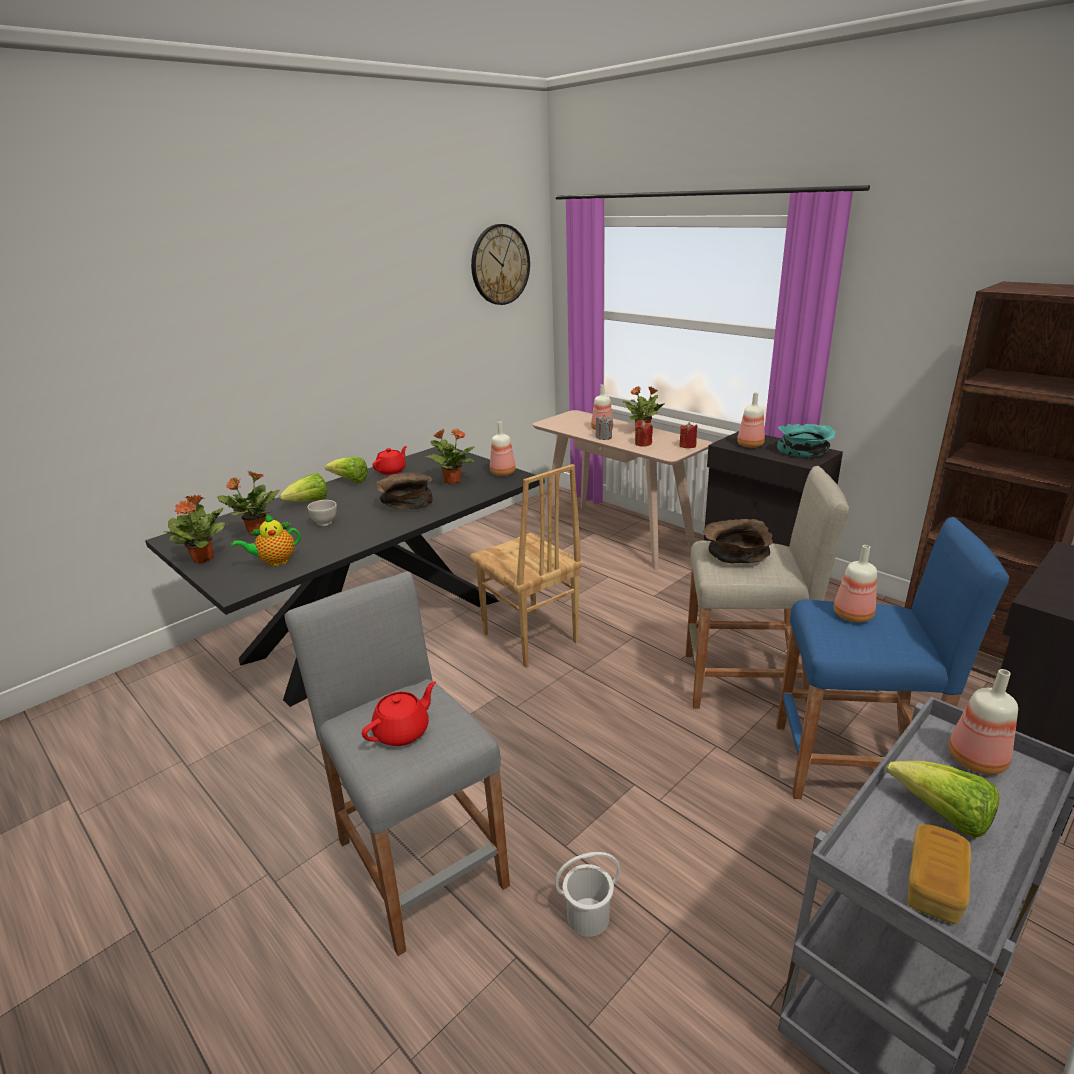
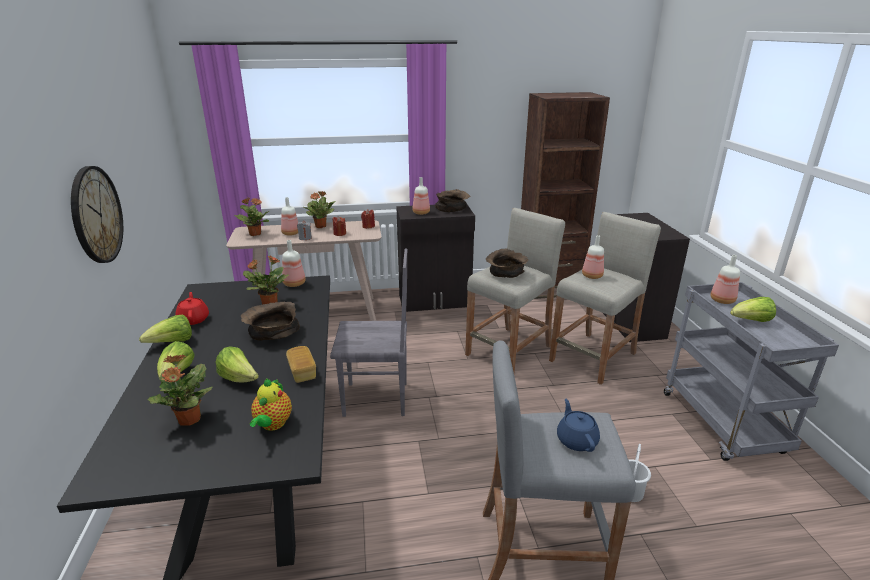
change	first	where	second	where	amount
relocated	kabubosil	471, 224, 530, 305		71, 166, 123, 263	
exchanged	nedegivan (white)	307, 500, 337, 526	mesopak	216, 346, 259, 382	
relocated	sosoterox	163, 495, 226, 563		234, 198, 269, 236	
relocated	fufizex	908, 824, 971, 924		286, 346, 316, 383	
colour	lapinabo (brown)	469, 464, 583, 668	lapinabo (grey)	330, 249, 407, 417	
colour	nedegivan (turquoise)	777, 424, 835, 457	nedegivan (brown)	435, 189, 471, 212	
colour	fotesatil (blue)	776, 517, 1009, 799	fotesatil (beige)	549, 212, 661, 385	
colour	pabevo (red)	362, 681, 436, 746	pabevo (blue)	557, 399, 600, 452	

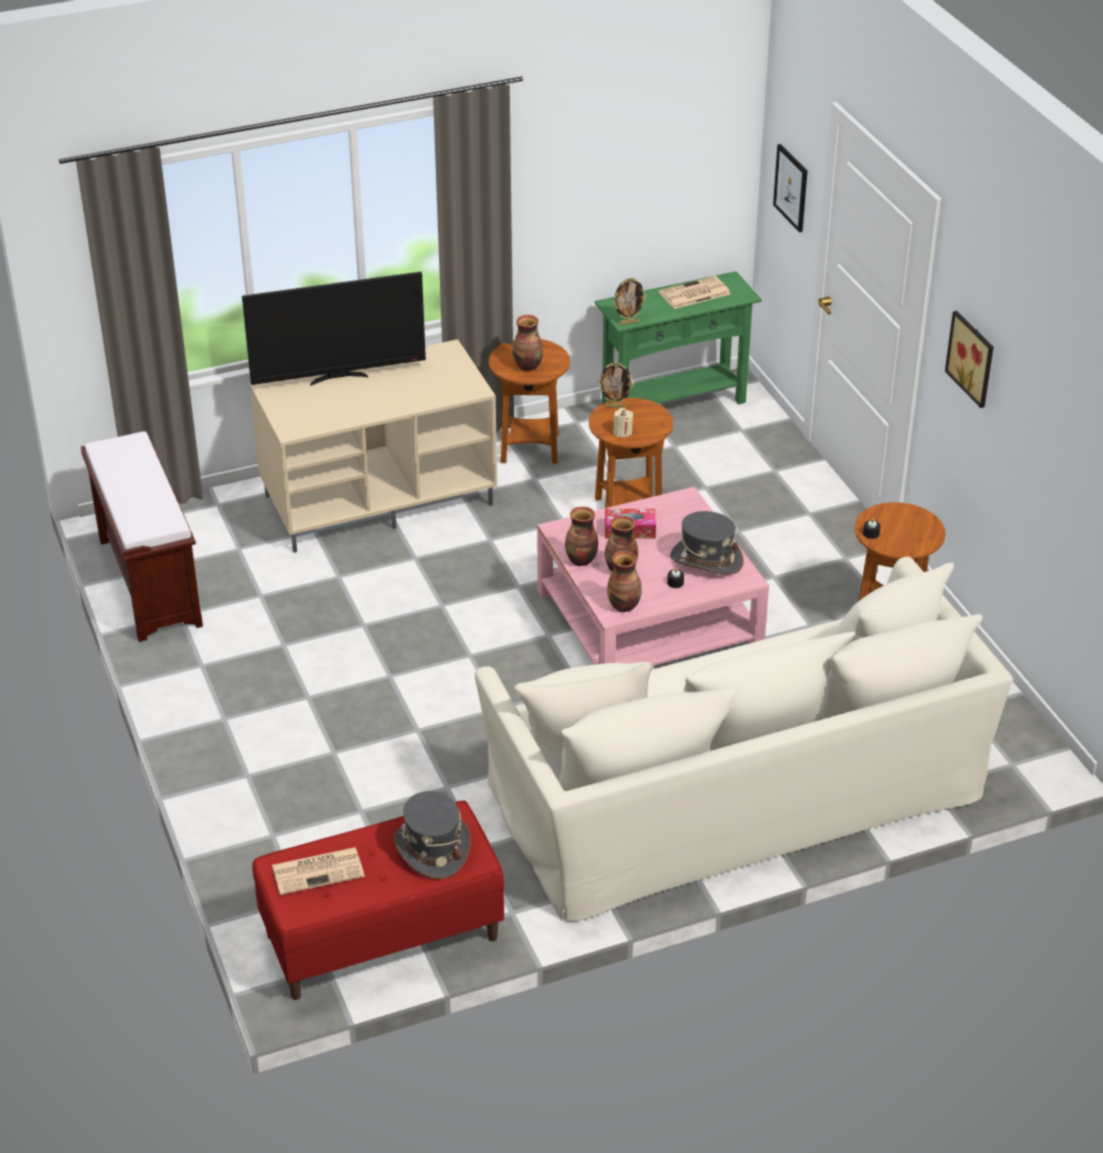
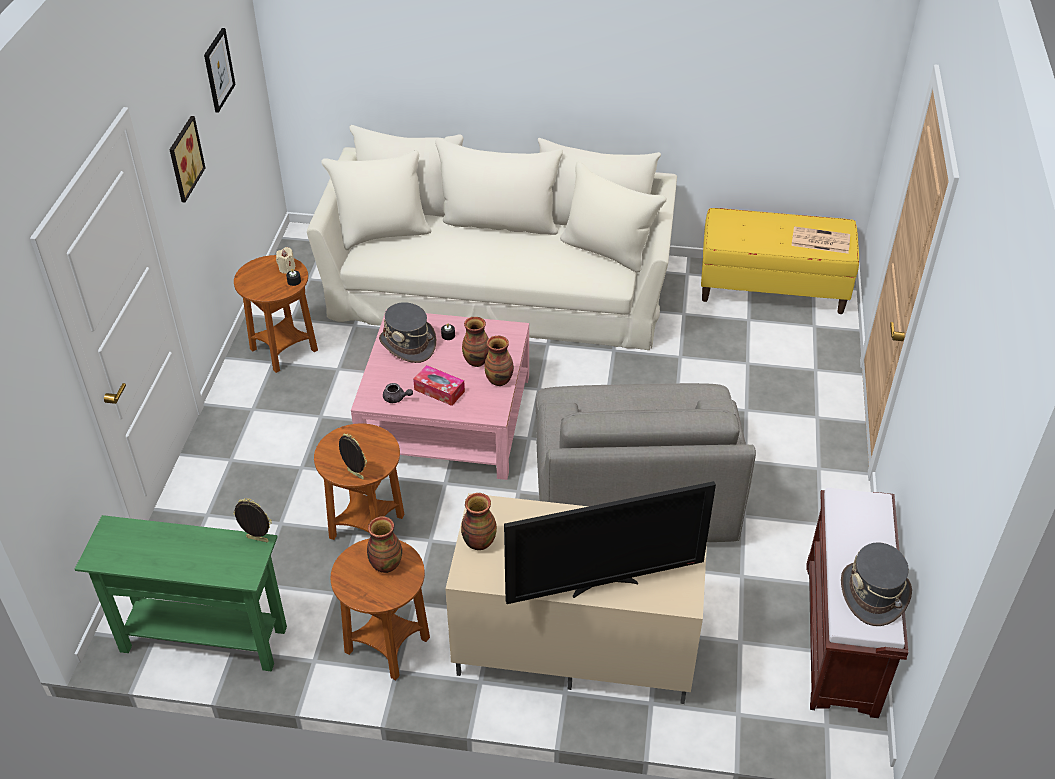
change	first	where	second	where	amount
relocated	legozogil	773, 144, 807, 233		204, 28, 236, 113	
relocated	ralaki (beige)	613, 408, 633, 438		276, 247, 295, 274	
appeared			pabevo (grey)	383, 383, 413, 403	
relocated	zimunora	607, 551, 642, 612		461, 493, 497, 550	
spun	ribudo	242, 272, 426, 386		504, 481, 716, 604	150 degrees clockwise
appeared			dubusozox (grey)	535, 383, 756, 542	
colour	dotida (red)	252, 801, 504, 1000	dotida (yellow)	701, 208, 859, 314	
relocated	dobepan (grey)	394, 791, 471, 879		841, 542, 912, 626	
missing	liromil	659, 276, 730, 309			

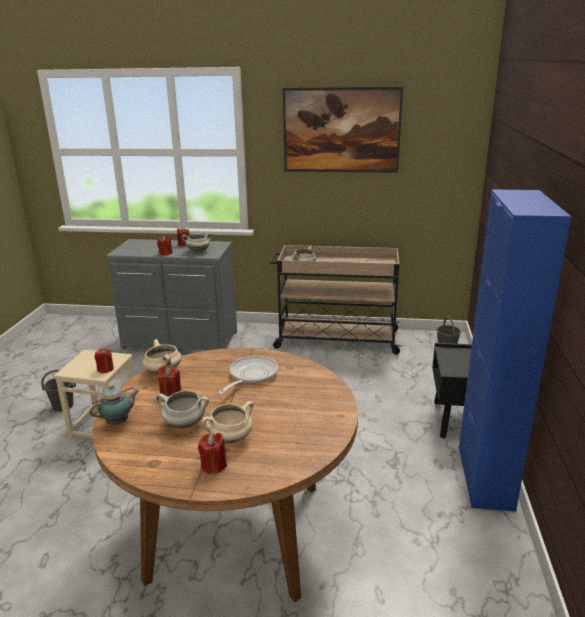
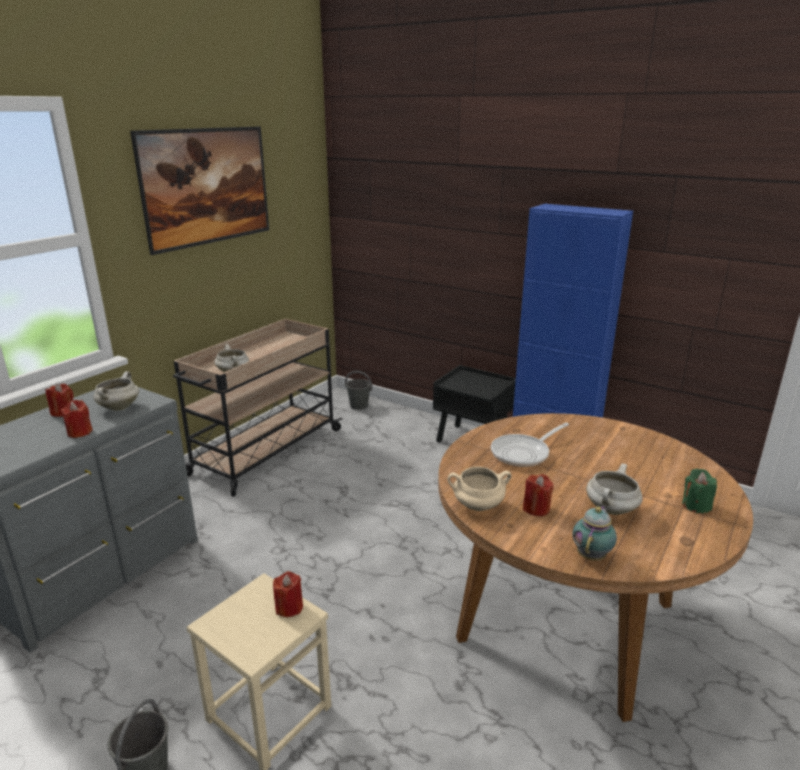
change	first	where	second	where	amount
spun	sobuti	218, 356, 278, 395		491, 423, 569, 467	90 degrees counterclockwise
spun	pabevo	89, 384, 139, 425		572, 506, 617, 561	45 degrees clockwise
colour	ralaki (red)	198, 433, 227, 474	ralaki (green)	682, 469, 717, 513	
missing	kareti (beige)	202, 401, 254, 443			

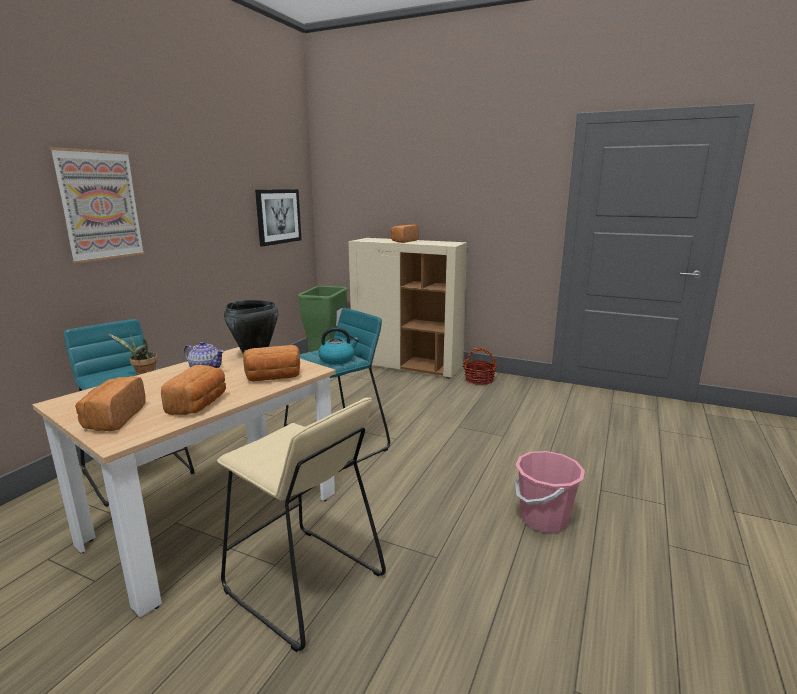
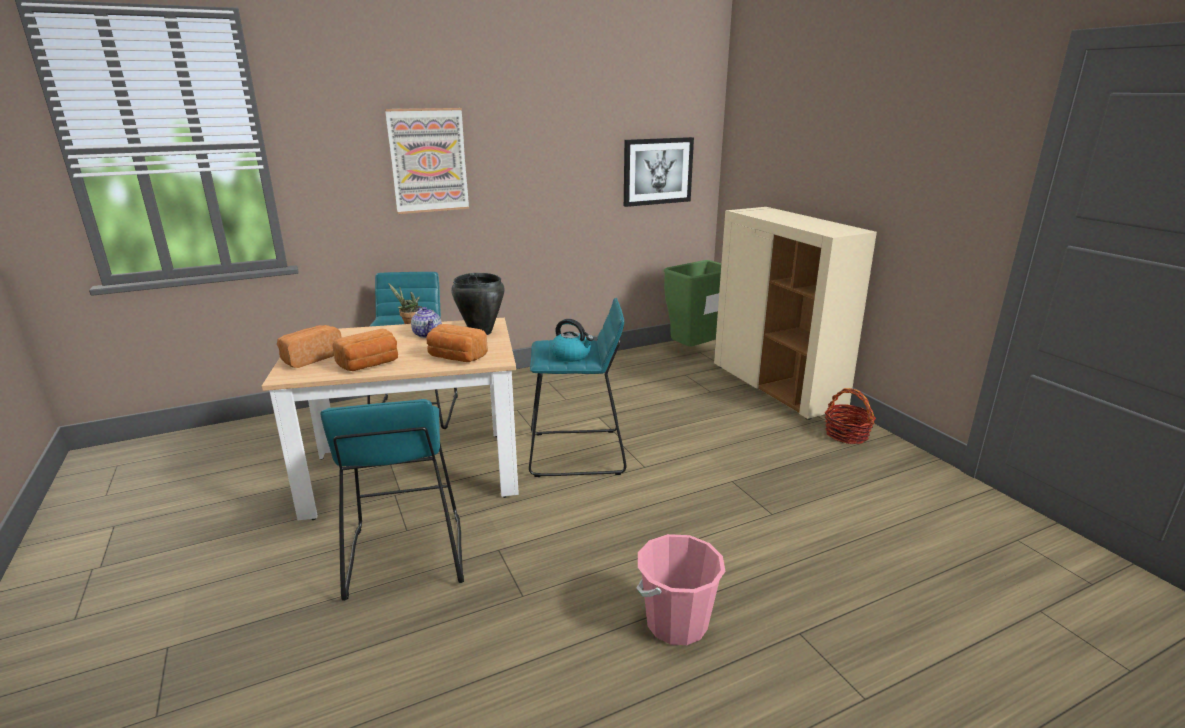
change	first	where	second	where	amount
colour	fotesatil (beige)	217, 398, 386, 652	fotesatil (turquoise)	321, 399, 464, 601	
missing	fufizex	391, 225, 419, 243			

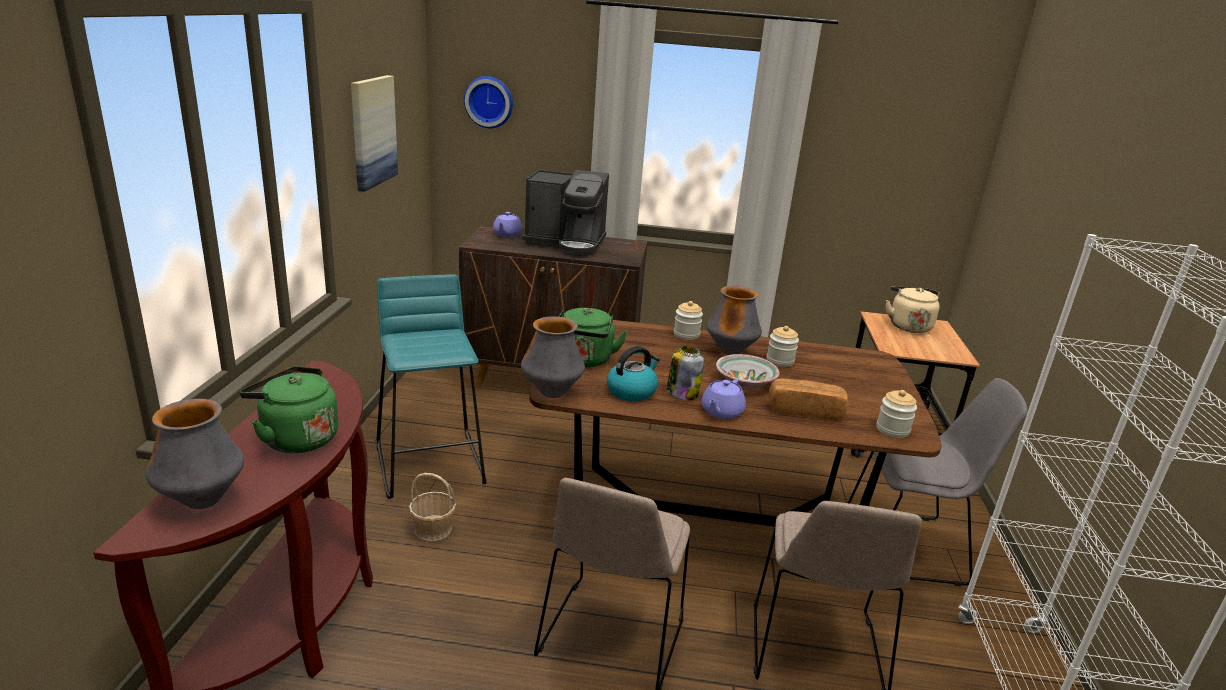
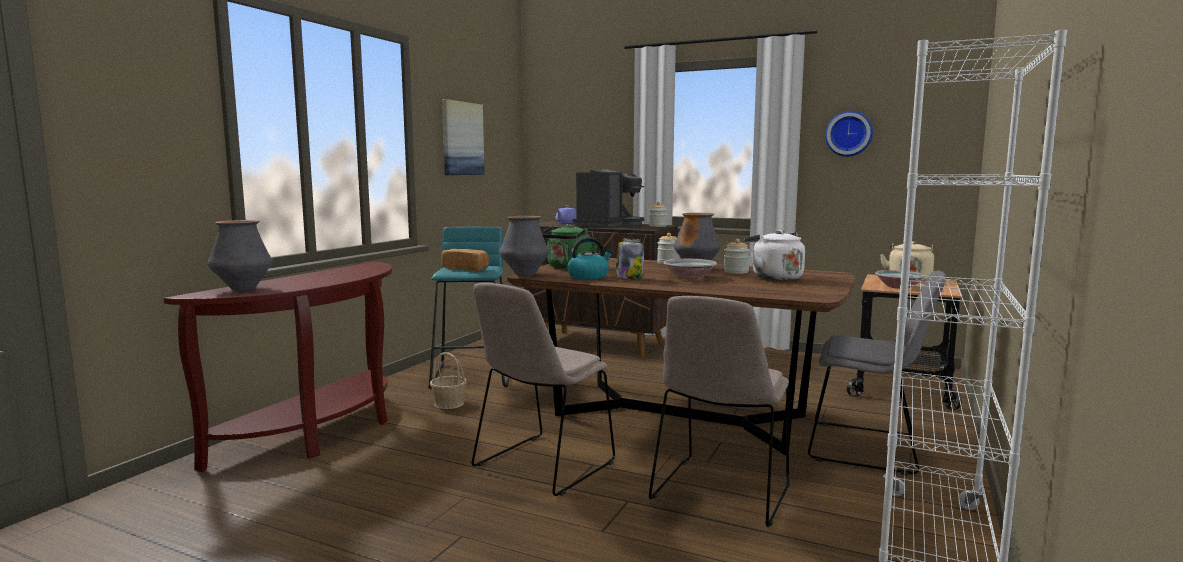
change	first	where	second	where	amount
relocated	fufizex	769, 378, 848, 420		441, 249, 489, 271	
spun	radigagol	522, 170, 609, 256		573, 169, 644, 227	90 degrees counterclockwise
relocated	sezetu	876, 390, 917, 438		649, 202, 667, 227	
appeared			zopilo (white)	745, 230, 805, 281	
relocated	kabubosil	464, 76, 513, 128		825, 111, 873, 157	
appeared			nedegivan	875, 270, 926, 289	
missing	zopilo (green)	240, 366, 339, 453			
missing	pabevo (purple)	701, 380, 746, 419			

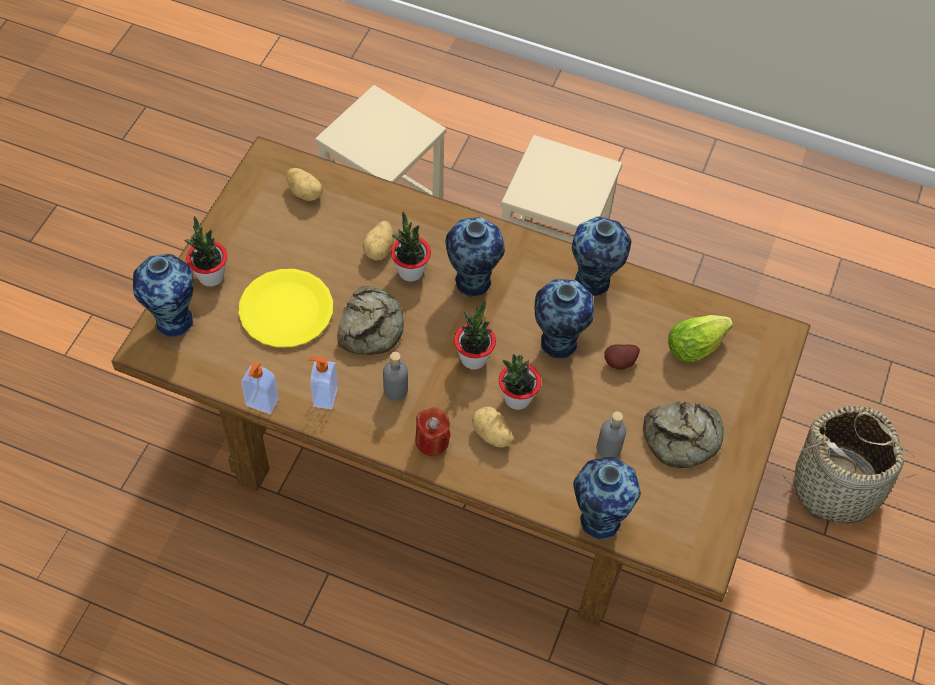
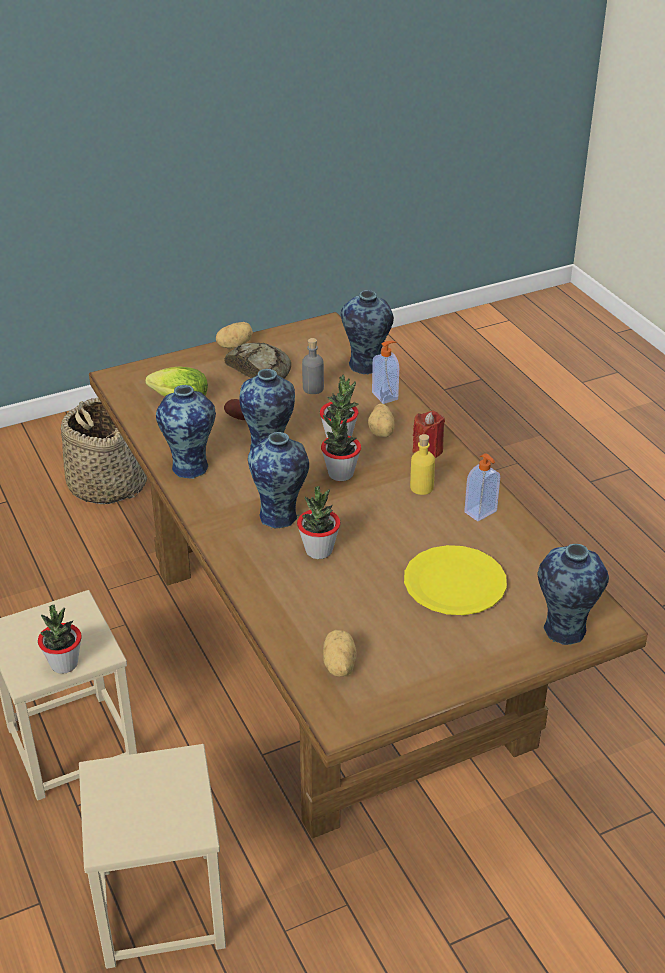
change	first	where	second	where	amount
relocated	sosoterox	184, 216, 227, 287		38, 605, 82, 674	
relocated	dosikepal	363, 221, 394, 260		216, 322, 253, 349	
relocated	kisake	241, 361, 279, 414		372, 341, 399, 404	
colour	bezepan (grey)	383, 352, 408, 401	bezepan (yellow)	410, 434, 435, 495	
missing	fufizex	337, 286, 404, 355			

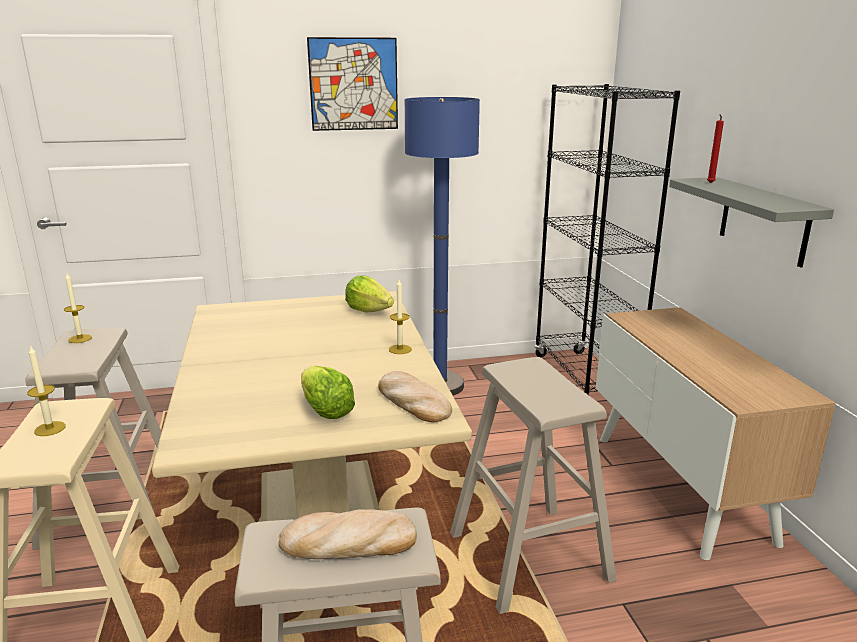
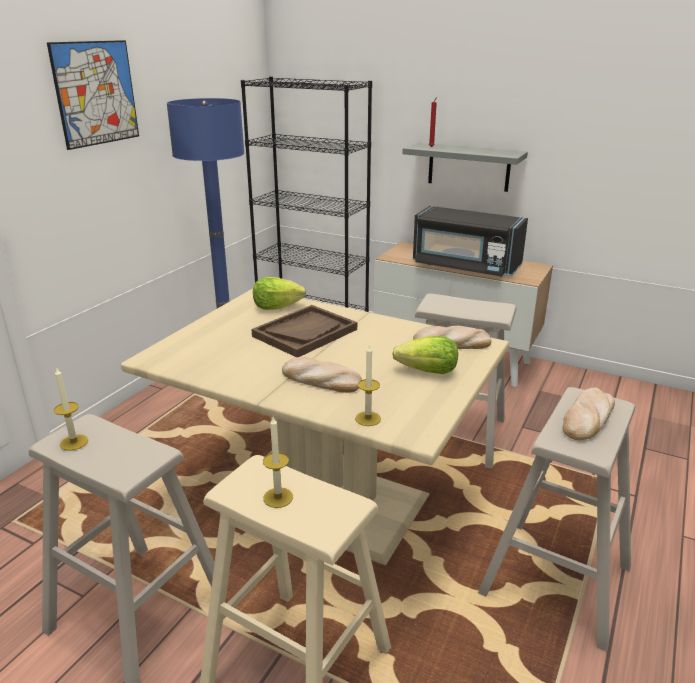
change	first	where	second	where	amount
appeared			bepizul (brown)	251, 305, 357, 357	
appeared			fufizex	282, 357, 362, 393	
relocated	ralaki	389, 280, 412, 354		355, 344, 381, 426	
appeared			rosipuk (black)	413, 206, 528, 277	

